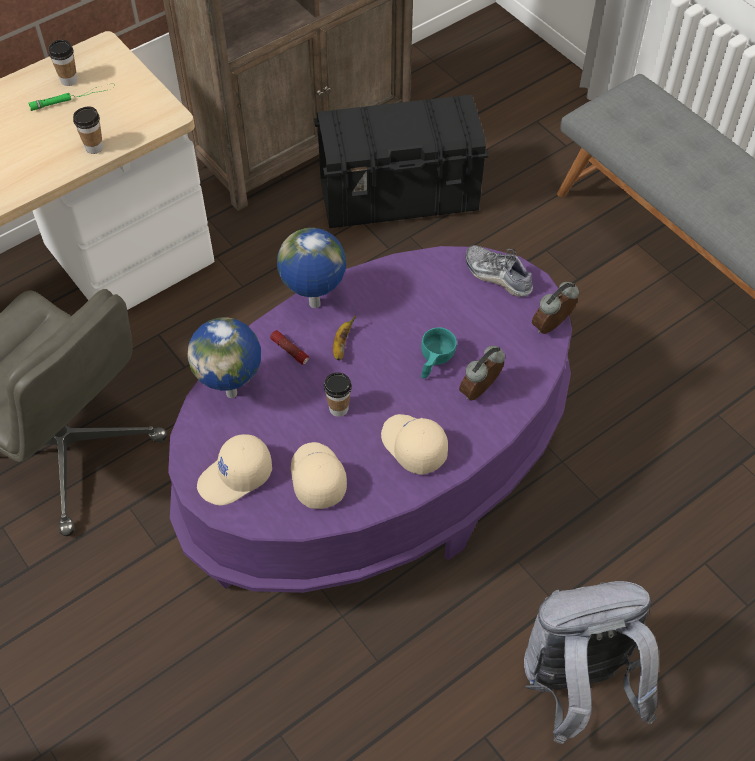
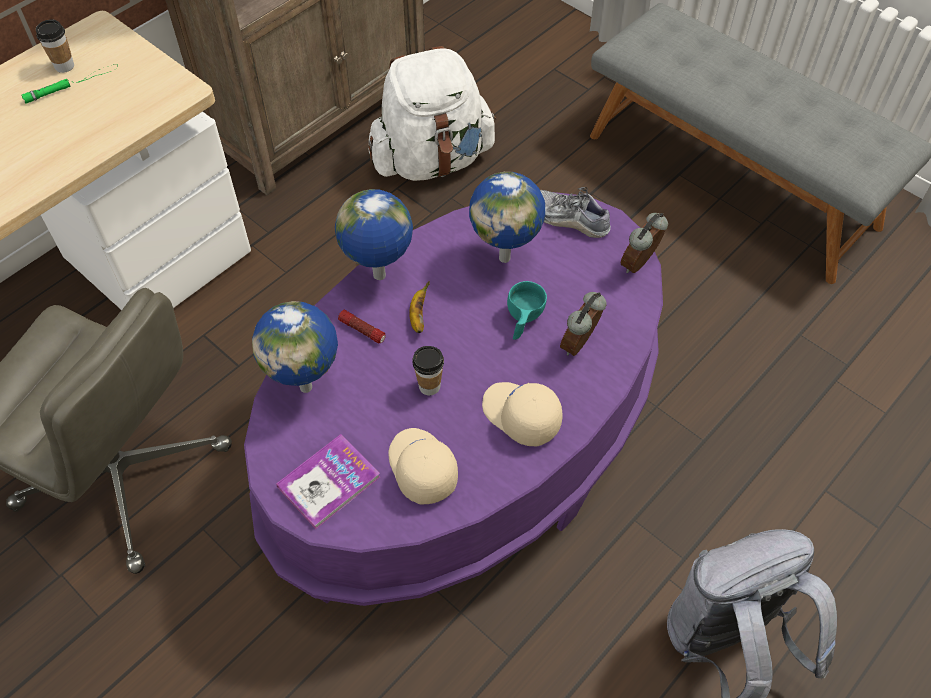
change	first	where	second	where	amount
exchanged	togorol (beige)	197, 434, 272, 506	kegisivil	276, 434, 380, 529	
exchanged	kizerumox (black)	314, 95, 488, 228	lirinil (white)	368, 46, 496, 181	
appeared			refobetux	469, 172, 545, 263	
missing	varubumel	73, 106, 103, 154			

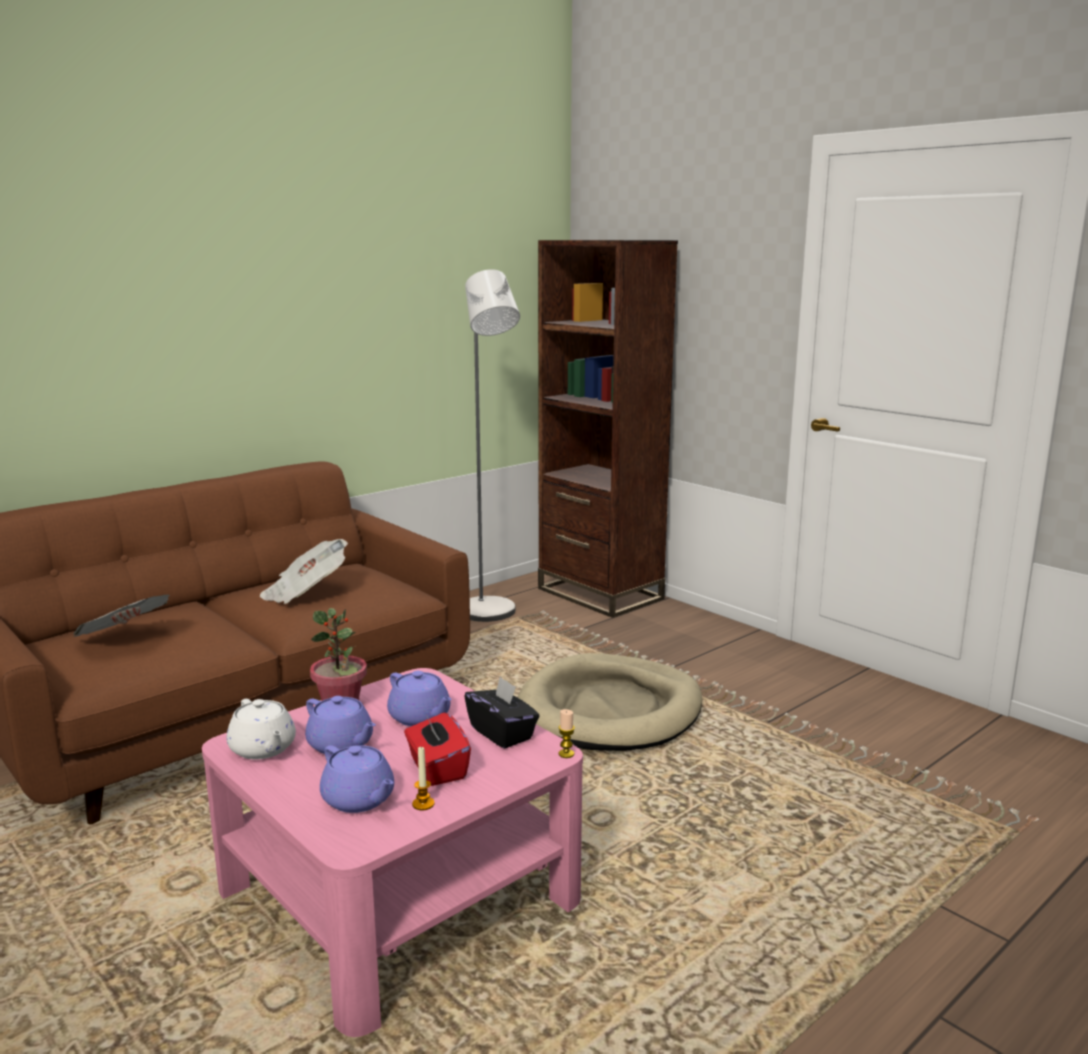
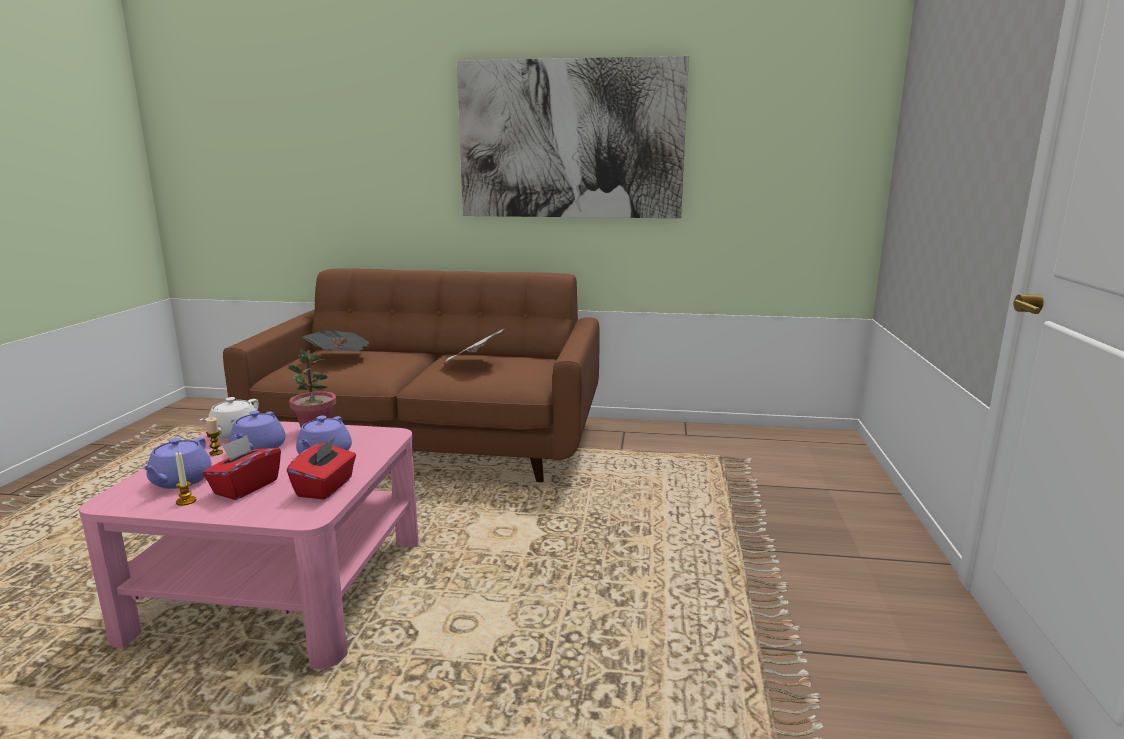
change	first	where	second	where	amount
relocated	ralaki	558, 709, 575, 758		205, 417, 223, 456	
colour	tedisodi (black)	464, 676, 539, 749	tedisodi (red)	287, 438, 356, 500	
appeared			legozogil	457, 56, 689, 218	
missing	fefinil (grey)	465, 269, 520, 622			
missing	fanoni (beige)	518, 653, 702, 751			
missing	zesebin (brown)	538, 240, 678, 618			

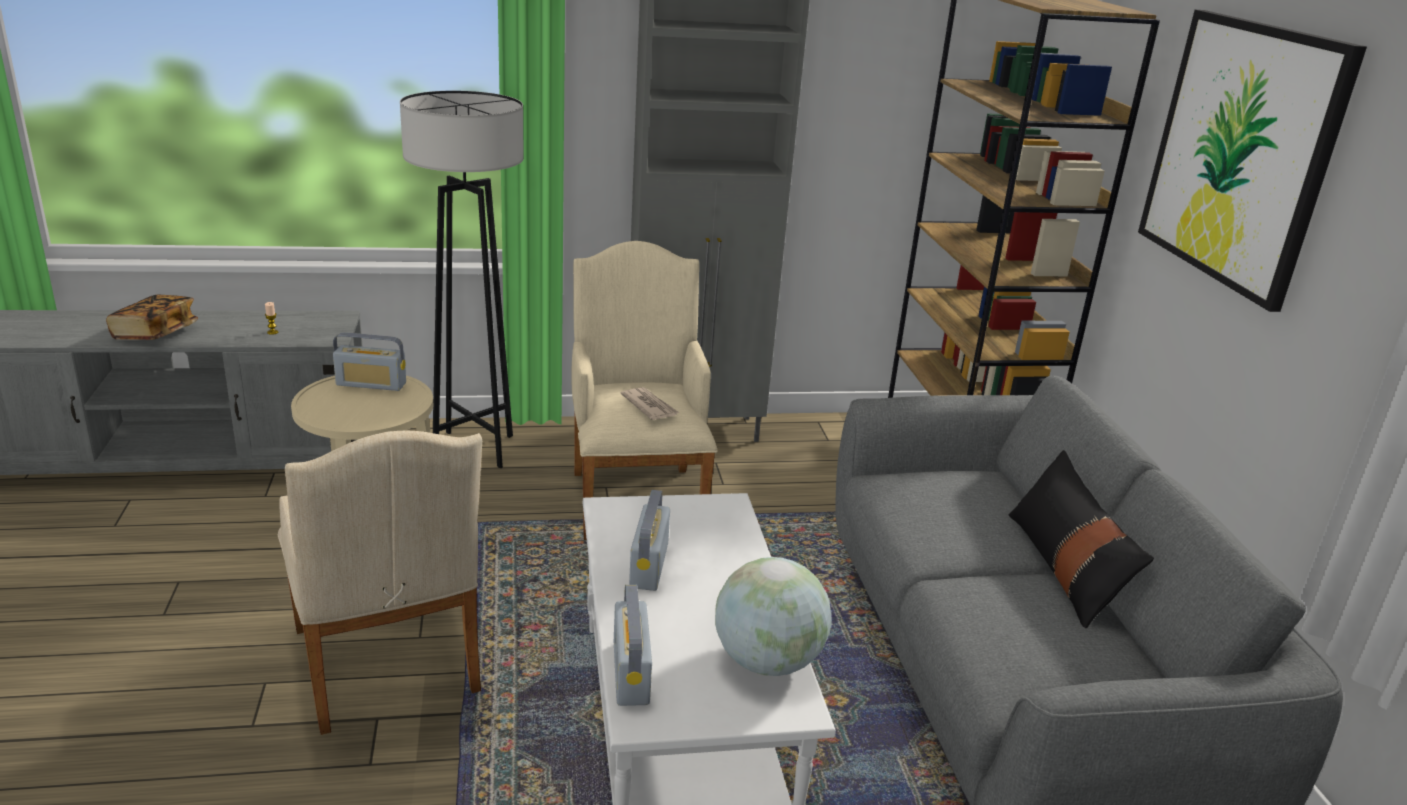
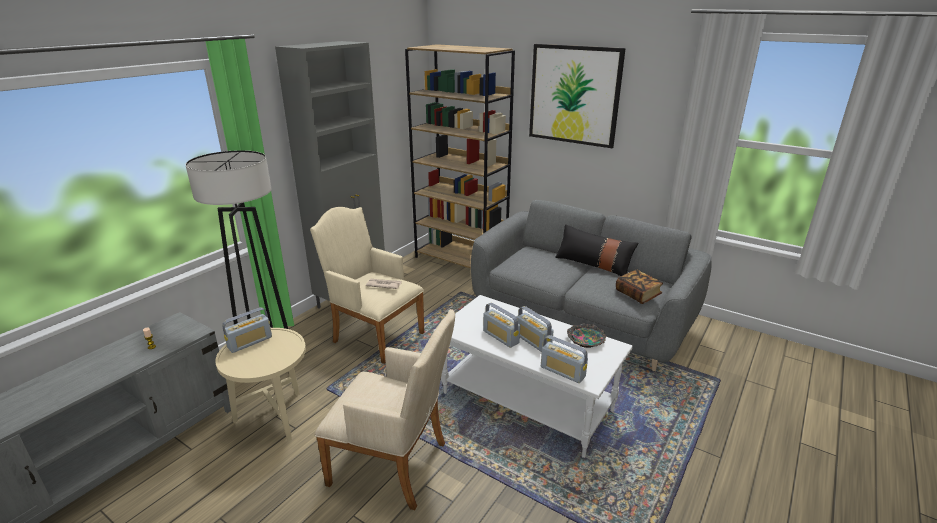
change	first	where	second	where	amount
appeared			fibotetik	517, 306, 554, 352	
exchanged	refobetux	715, 557, 832, 676	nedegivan	567, 323, 606, 348	
relocated	kegisivil	106, 294, 198, 340		616, 270, 663, 304	

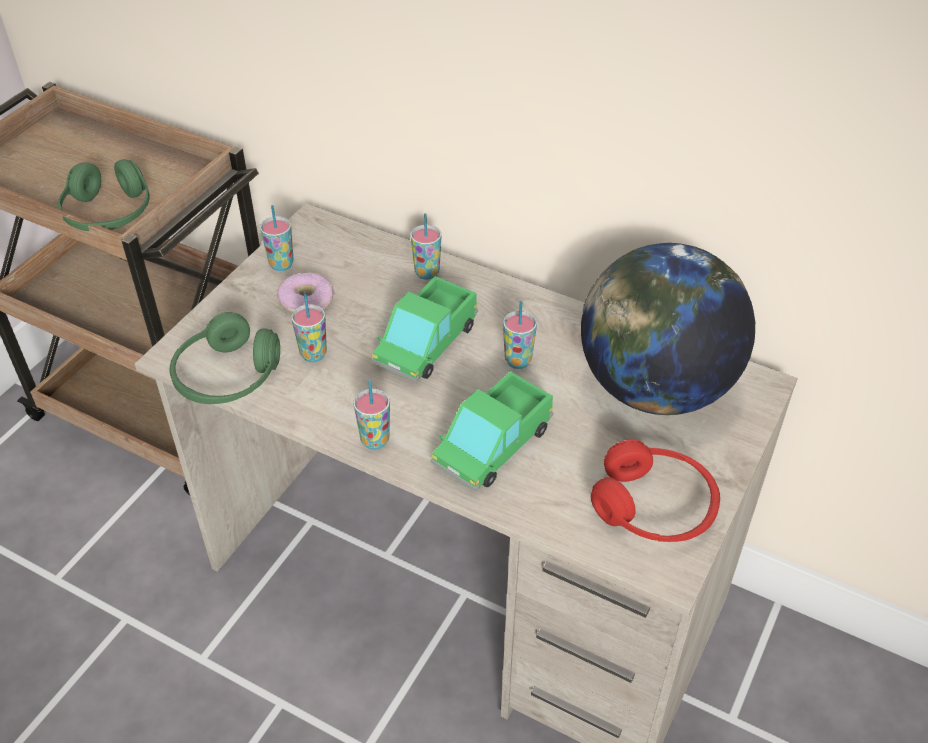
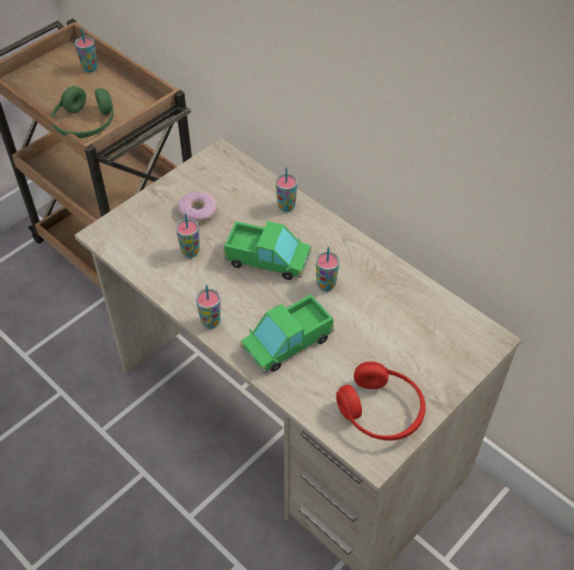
change	first	where	second	where	amount
relocated	varubumel	260, 205, 294, 271		75, 28, 98, 72	
spun	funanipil	372, 276, 478, 383		224, 221, 312, 280	120 degrees counterclockwise
missing	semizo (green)	169, 312, 280, 404			
missing	refobetux	581, 243, 755, 415			

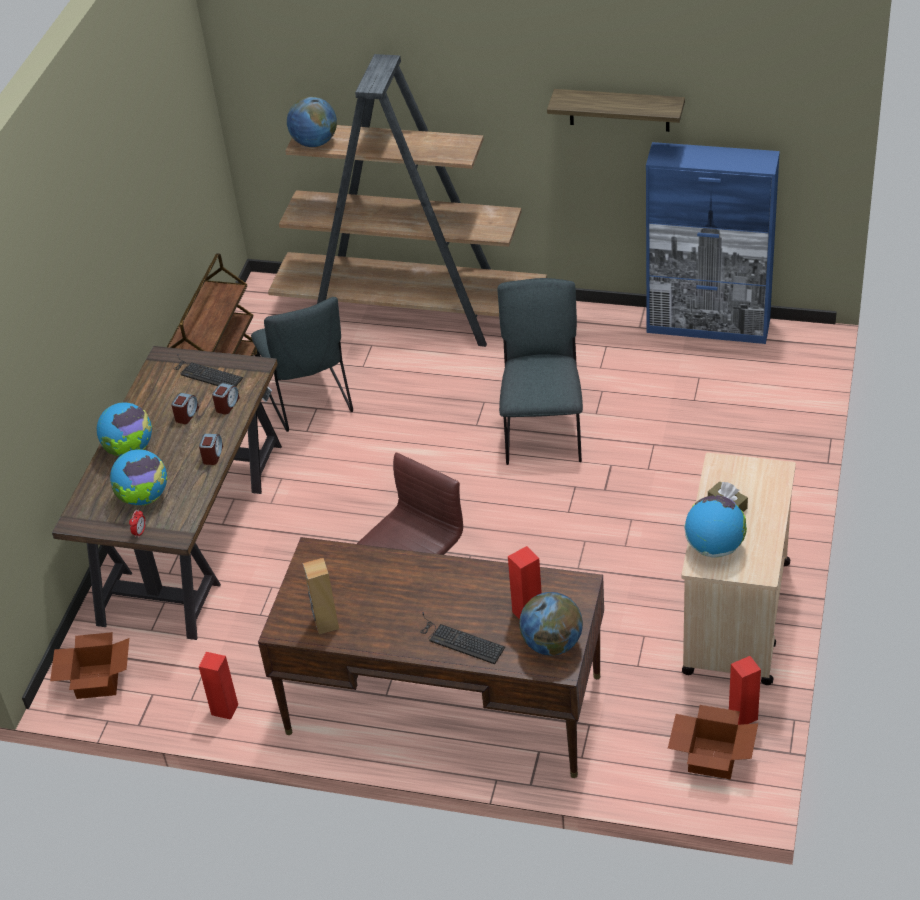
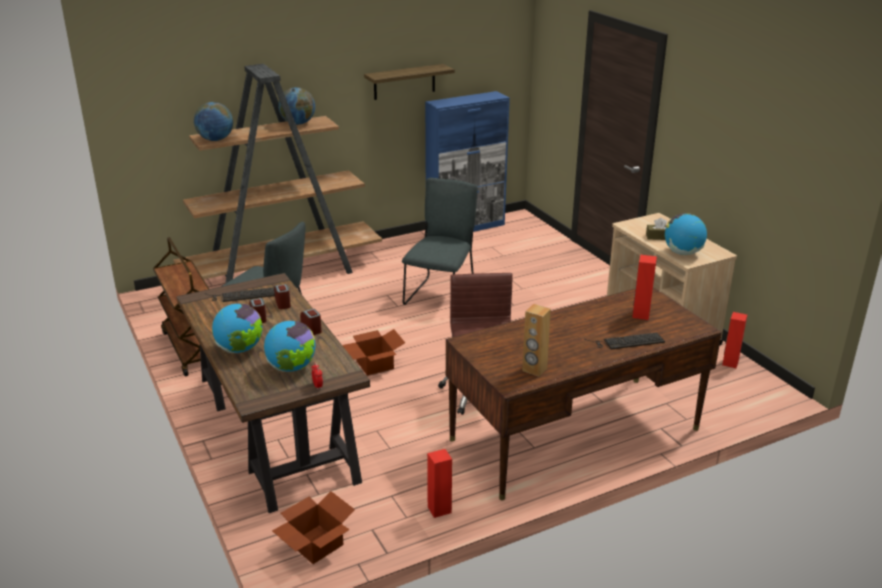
change	first	where	second	where	amount
relocated	refobetux	519, 592, 583, 655		278, 87, 315, 125	
relocated	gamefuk	668, 705, 758, 780		343, 329, 405, 376	
spun	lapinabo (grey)	497, 278, 583, 465		402, 178, 478, 305	60 degrees clockwise

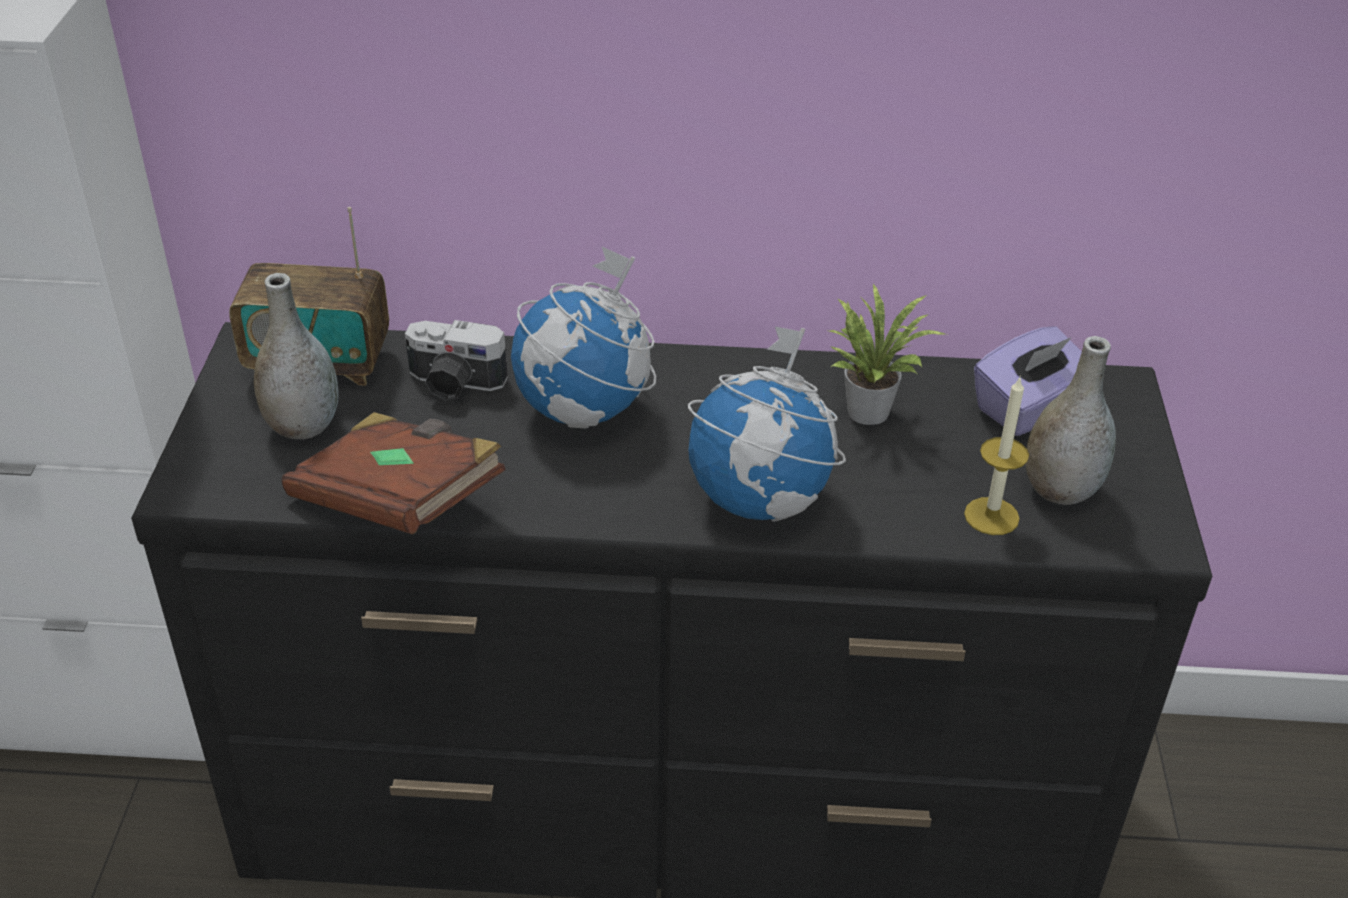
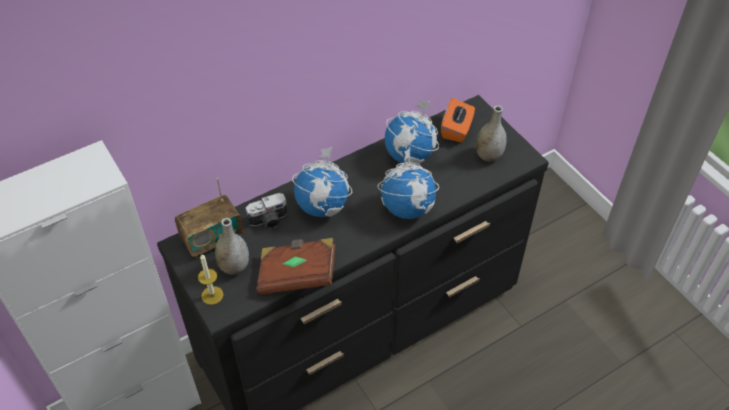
change	first	where	second	where	amount
relocated	ralaki	964, 376, 1029, 535		198, 254, 223, 305	
exchanged	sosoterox	826, 283, 947, 425	refobetux	385, 100, 439, 165	
colour	tedisodi (purple)	974, 326, 1082, 436	tedisodi (orange)	441, 98, 475, 143	

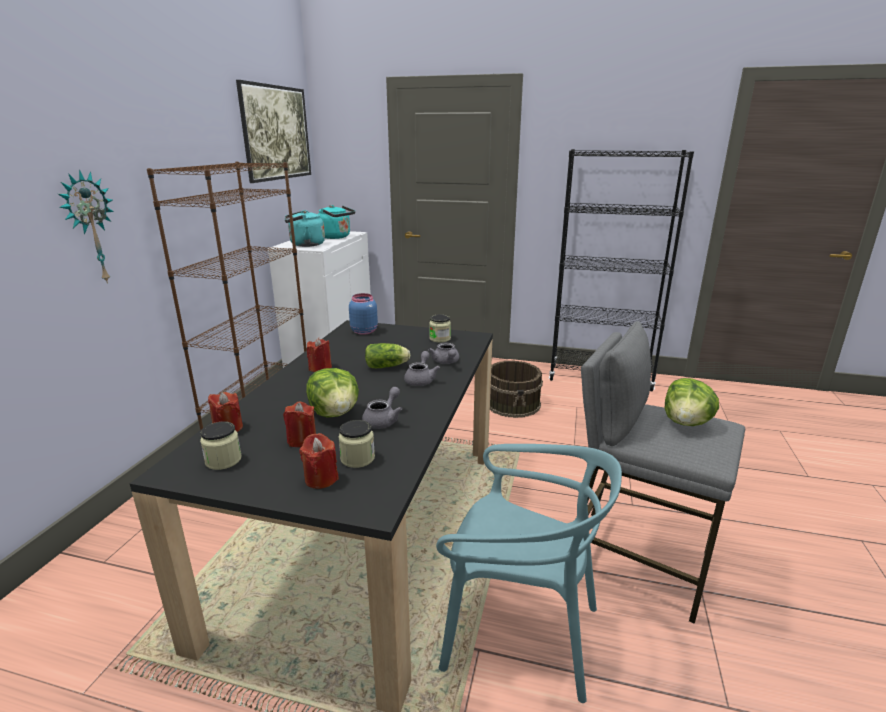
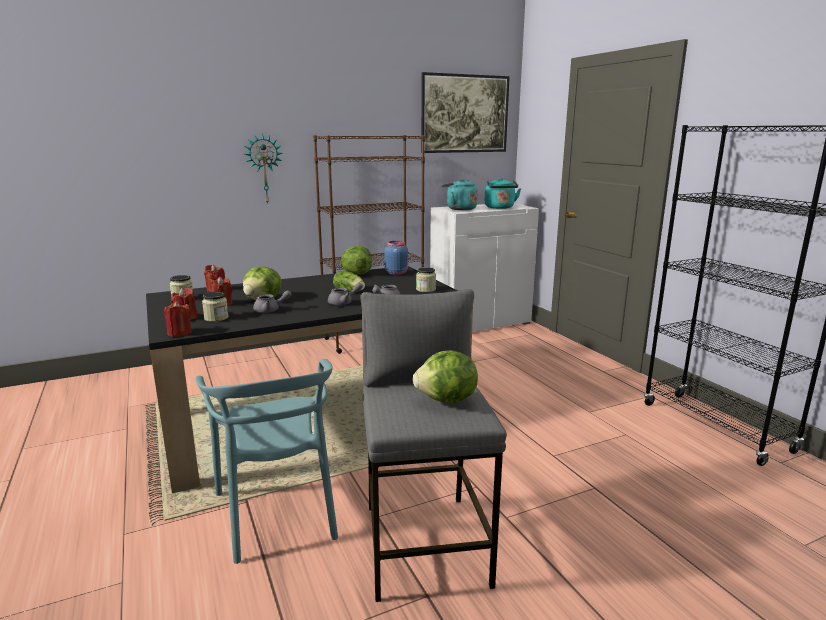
change	first	where	second	where	amount
relocated	ralaki (red)	307, 338, 332, 372		164, 301, 192, 337	
appeared			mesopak	341, 246, 372, 275	
missing	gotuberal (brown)	490, 361, 543, 418			

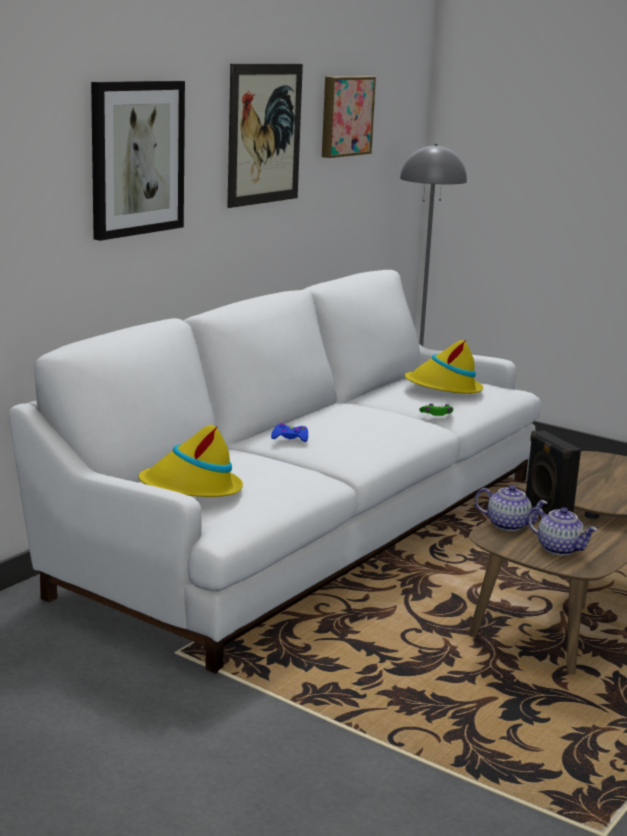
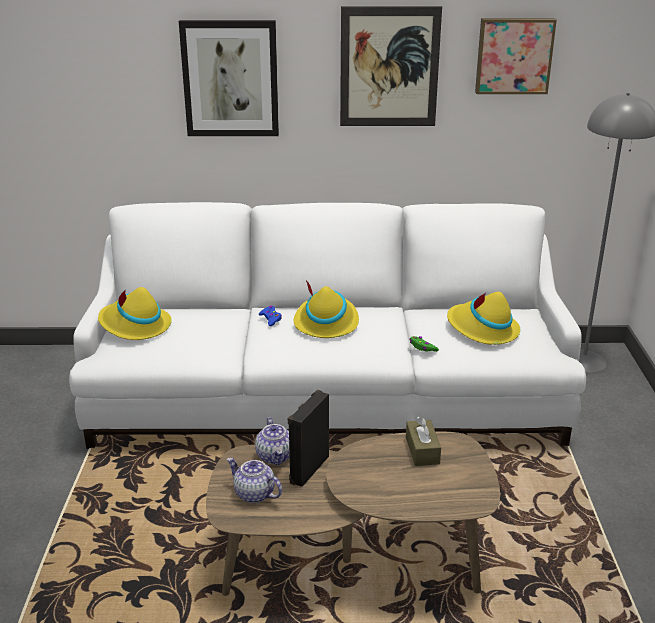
change	first	where	second	where	amount
spun	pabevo	528, 507, 598, 555		227, 457, 282, 503	120 degrees clockwise
appeared			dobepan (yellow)	294, 280, 359, 338	
appeared			tedisodi (brown)	406, 417, 441, 466	

